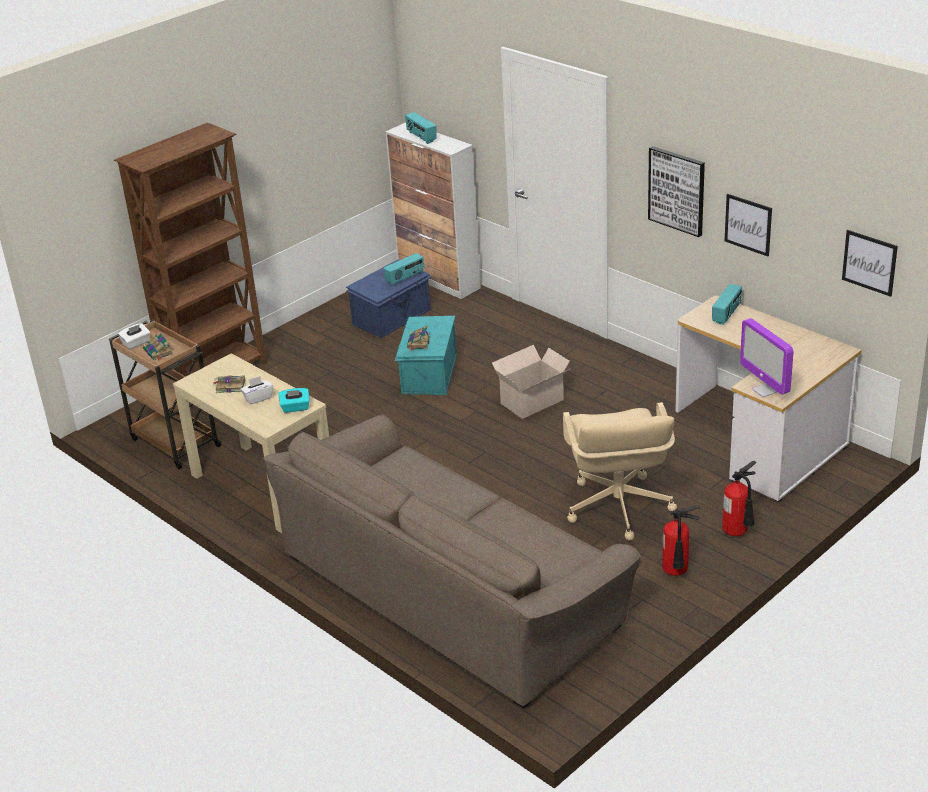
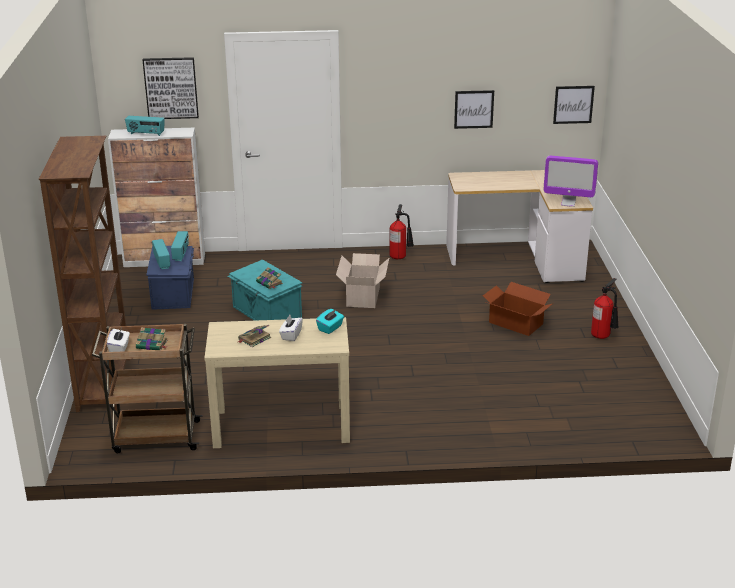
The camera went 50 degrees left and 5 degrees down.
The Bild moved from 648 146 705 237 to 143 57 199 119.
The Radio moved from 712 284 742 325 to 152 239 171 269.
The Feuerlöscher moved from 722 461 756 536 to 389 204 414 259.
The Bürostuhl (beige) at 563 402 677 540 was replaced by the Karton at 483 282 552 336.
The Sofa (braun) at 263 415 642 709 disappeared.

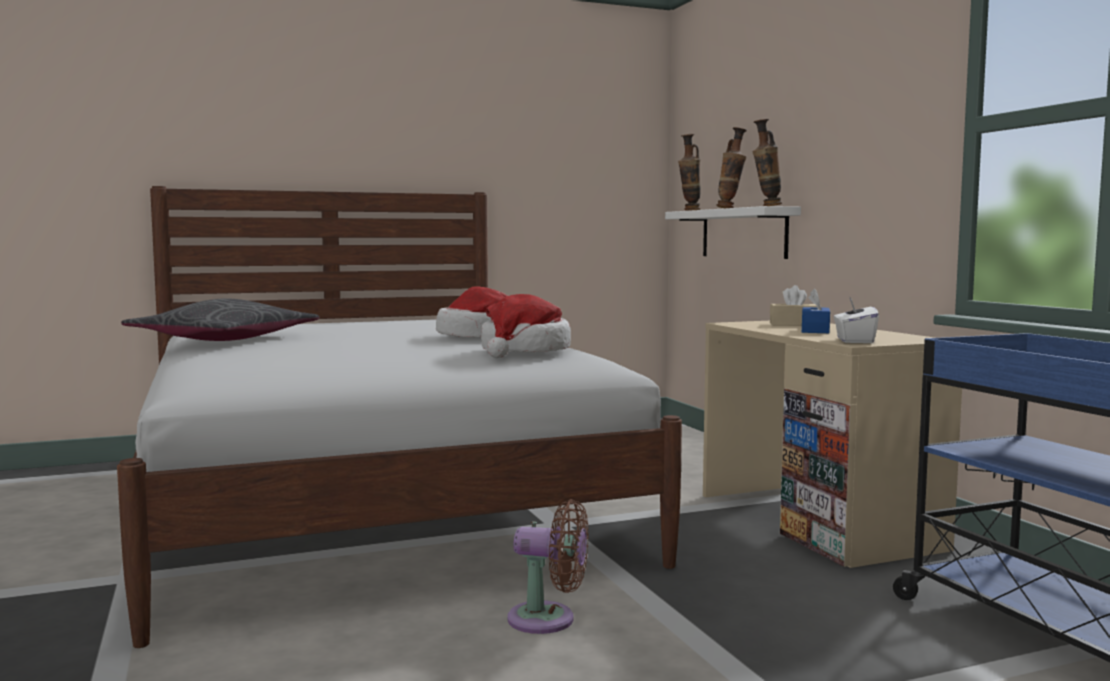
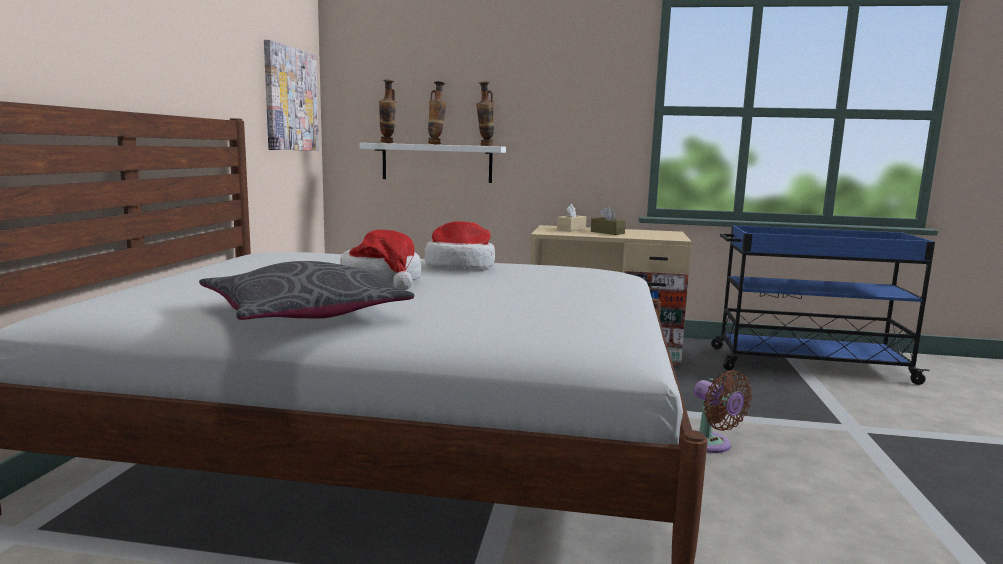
The camera went 60 degrees left and 5 degrees up.
The Bild at 264 40 319 150 appeared.
The Hut moved from 481 294 571 358 to 340 230 421 290.
The Taschentuchbox (blau) at 802 288 830 333 became the Taschentuchbox (braun) at 591 206 626 235.
The Ventilator (braun) at 507 499 589 634 turned 105 degrees clockwise.
The Taschentuchbox (weiß) at 834 298 879 343 disappeared.

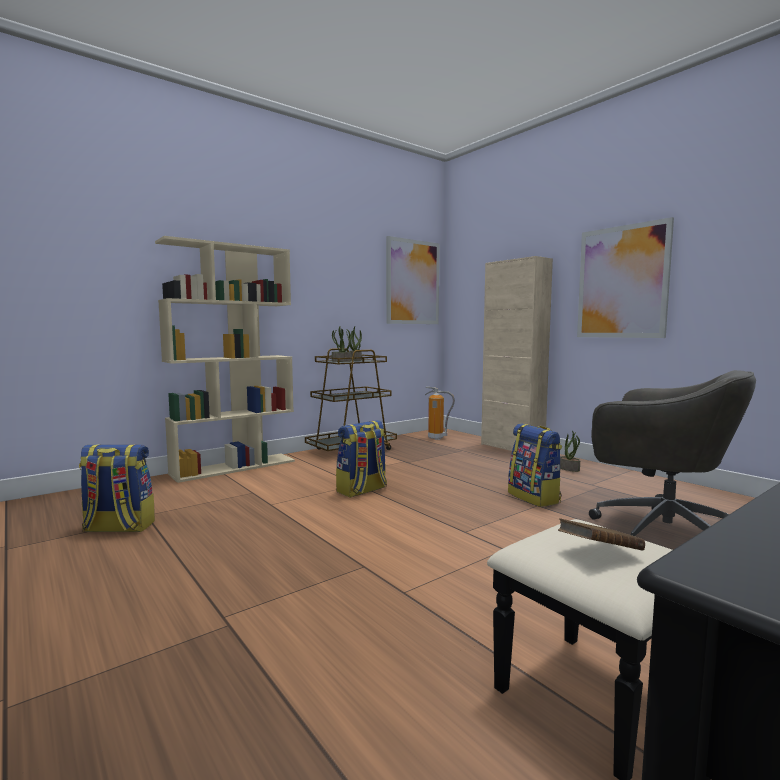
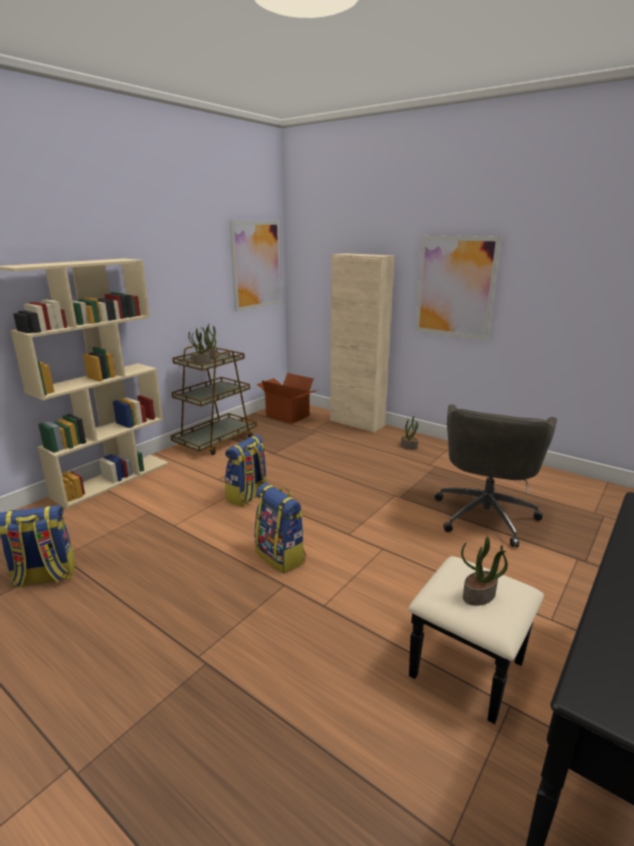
The camera went 15 degrees left and 15 degrees up.
The Rucksack moved from 508 423 562 507 to 254 483 306 574.
The Feuerlöscher at 425 387 455 440 was replaced by the Karton at 257 373 317 424.
The Bürostuhl (grau) at 589 370 756 536 turned 90 degrees clockwise.
The Buch (braun) at 558 518 645 550 was replaced by the Topfpflanze at 461 537 508 606.

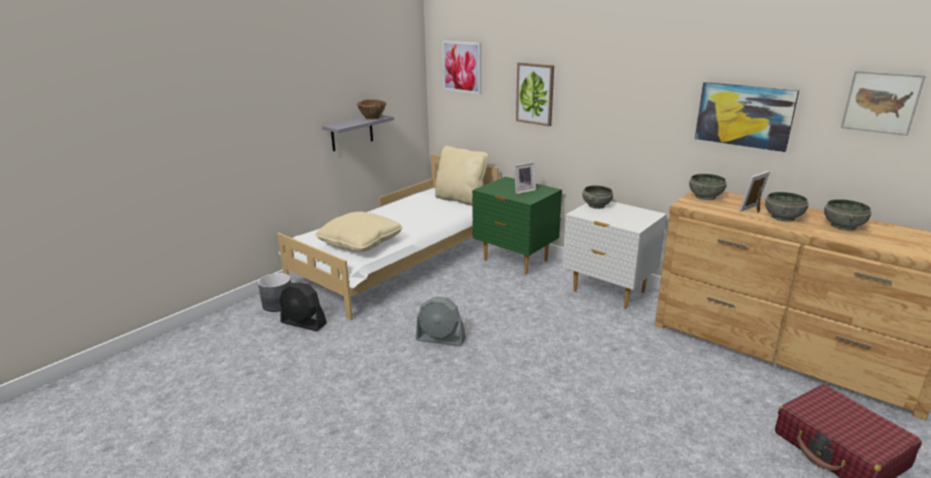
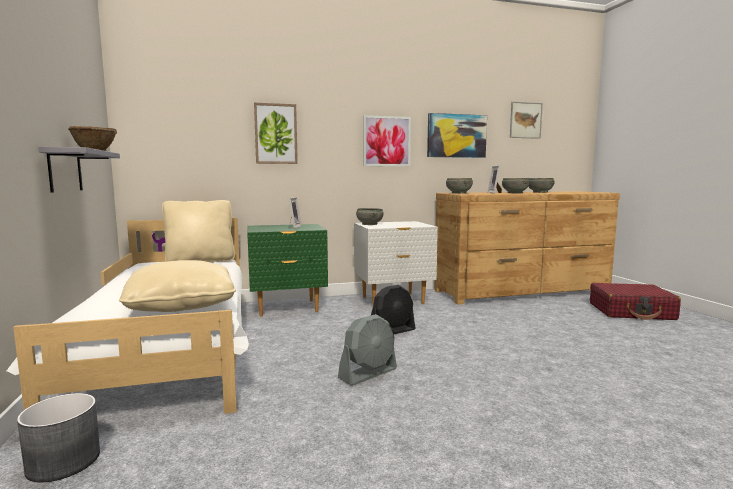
The camera went 55 degrees left and 15 degrees down.
The Bild moved from 442 41 481 94 to 363 115 411 166.
The Ventilator (schwarz) moved from 279 283 327 331 to 371 285 415 334.

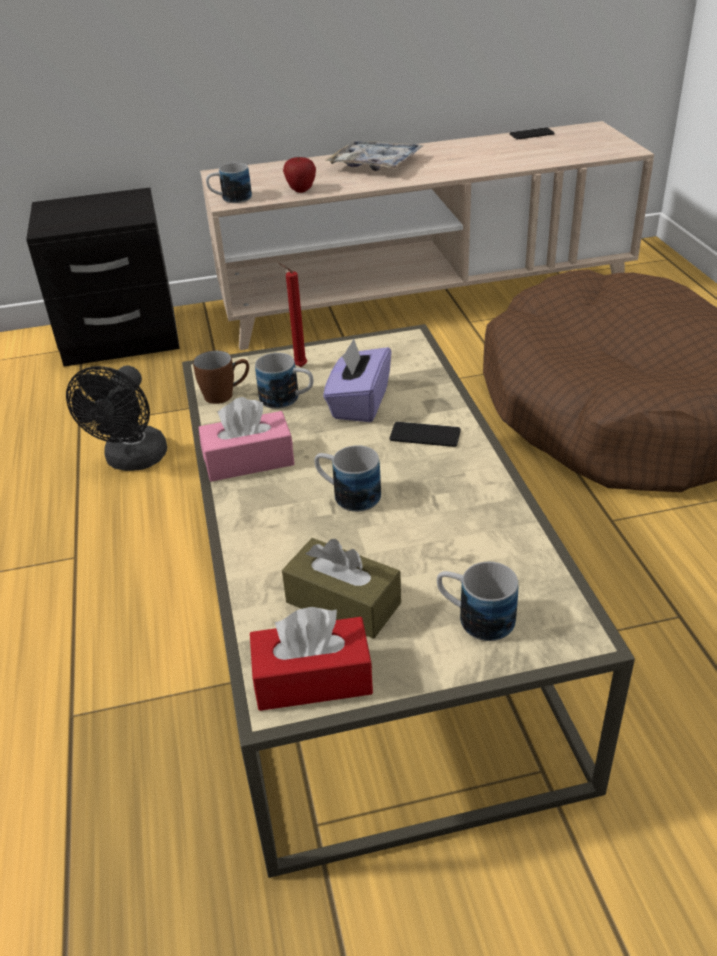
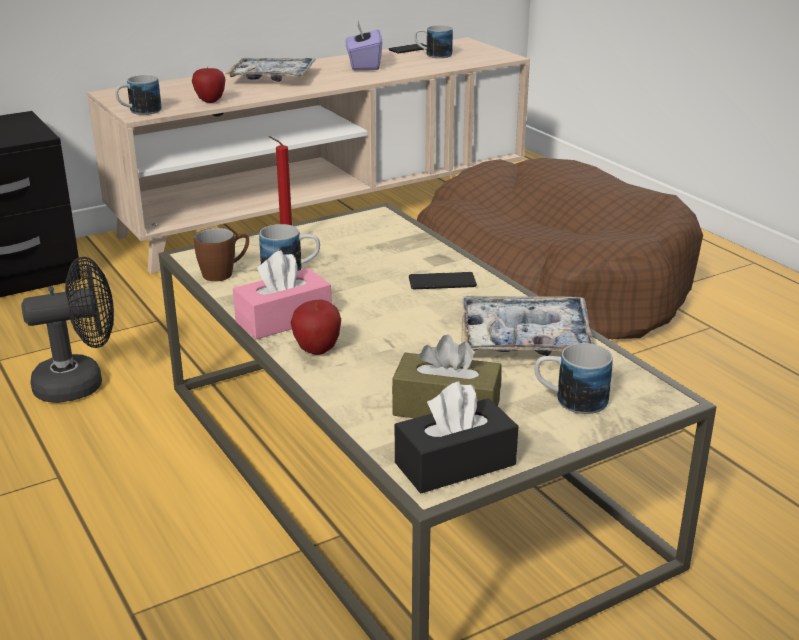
The camera went 20 degrees left and 10 degrees down.
The Ventilator (schwarz) at 66 366 167 471 turned 105 degrees counterclockwise.
The Apfel at 290 299 341 355 appeared.
The Taschentuchbox (lila) moved from 323 338 391 422 to 346 21 382 70.
The Taschentuchbox (rot) at 250 607 373 711 became the Taschentuchbox (schwarz) at 395 381 518 493.
The Henkelbecher moved from 315 445 381 512 to 414 25 453 58.
The Tablett at 461 296 594 356 appeared.

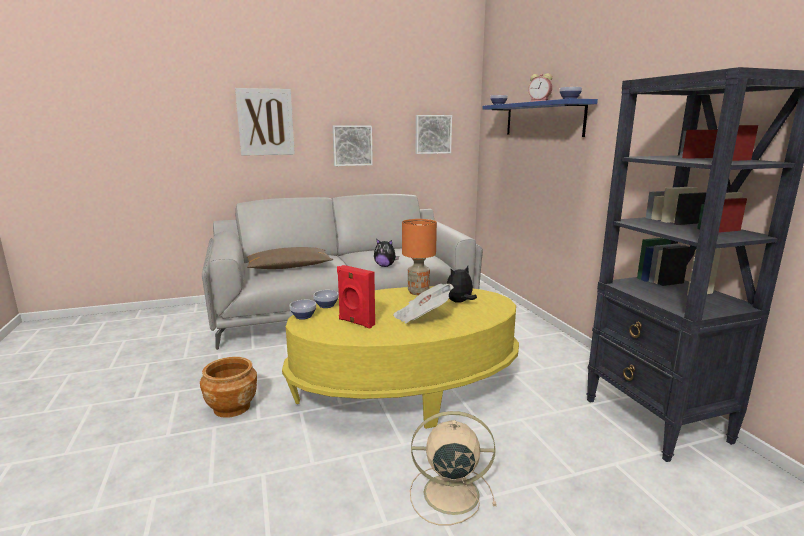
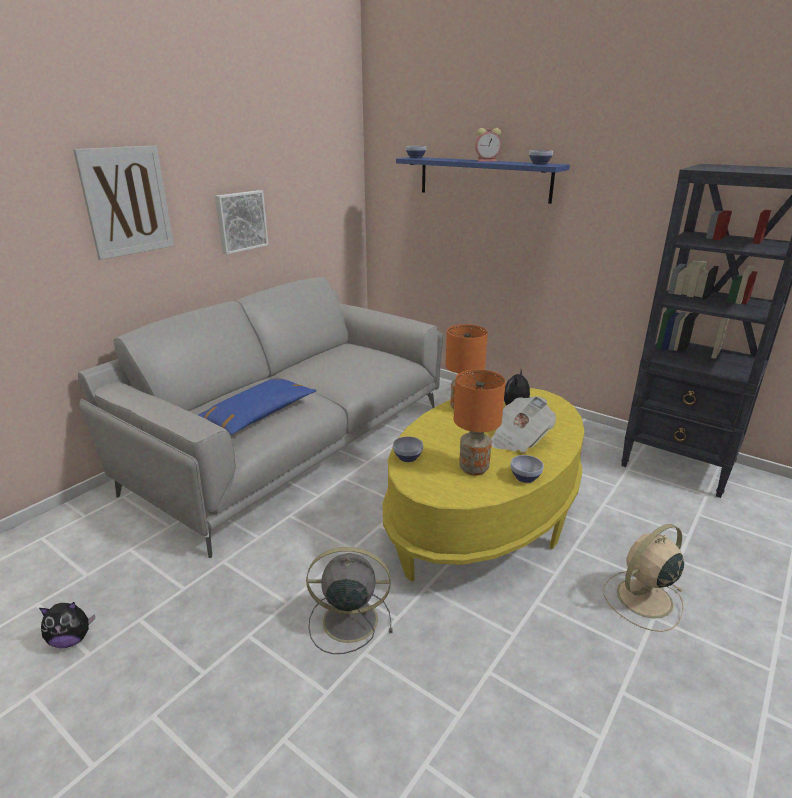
The camera went 35 degrees left and 10 degrees up.
The Plüschtier moved from 374 238 399 267 to 39 602 95 648.
The Kissen (braun) at 247 247 333 269 became the Kissen (blau) at 198 377 316 435.
The Pflanzkübel (braun) at 200 357 257 418 was replaced by the Ventilator (grau) at 306 547 393 654.
The Lautsprecher (rot) at 337 265 375 329 was replaced by the Tischlampe (orange) at 454 369 506 476.
The Schüssel moved from 290 300 316 320 to 510 455 544 483.
The Bild at 415 115 452 154 disappeared.

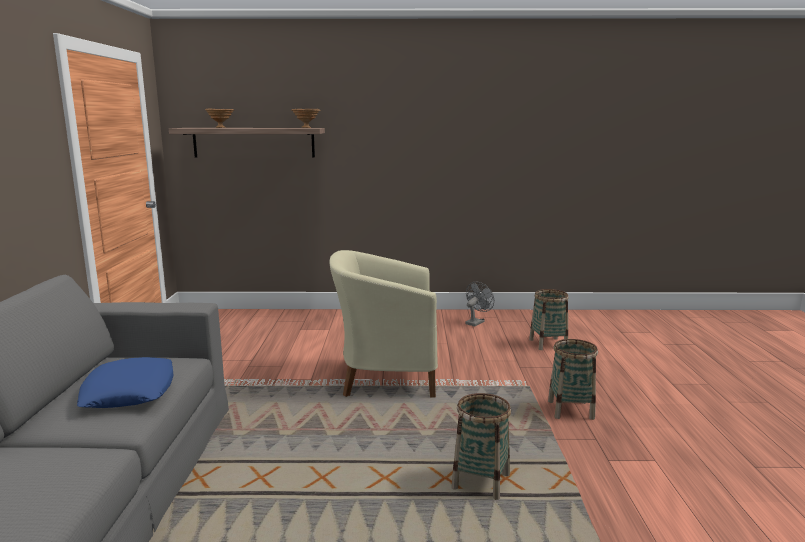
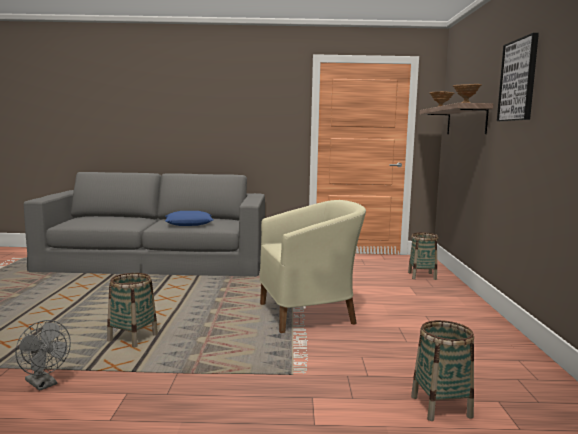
The camera went 90 degrees right and 5 degrees down.
The Ventilator (grau) moved from 465 282 494 326 to 15 320 71 391.
The Sessel (beige) at 330 250 438 397 turned 75 degrees clockwise.
The Korb moved from 548 339 598 420 to 408 232 438 280.
The Bild at 497 33 539 121 appeared.

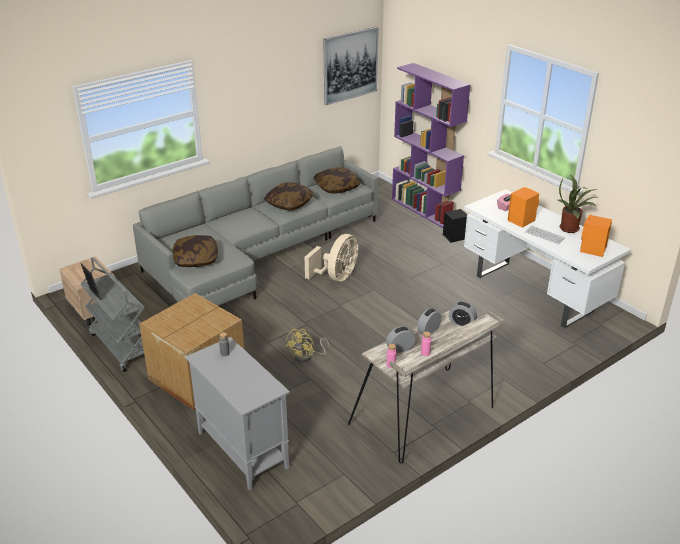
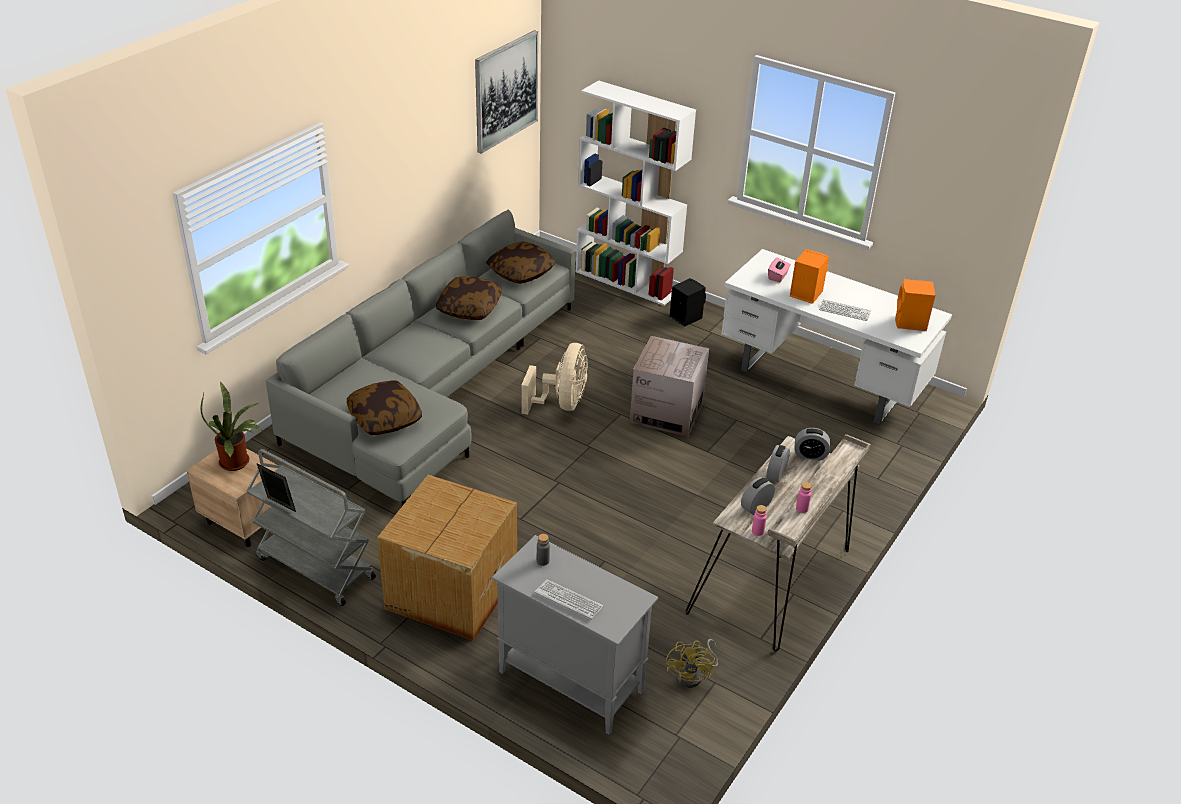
The camera went 20 degrees left and 5 degrees up.
The Topfpflanze moved from 558 174 597 233 to 200 382 261 471.
The Tastatur at 535 579 604 620 appeared.
The Bücherregal (lila) at 392 63 471 228 became the Bücherregal (weiß) at 576 80 696 306.
The Karton at 630 336 709 437 appeared.
The Ventilator (gelb) moved from 286 329 329 362 to 666 639 718 688.

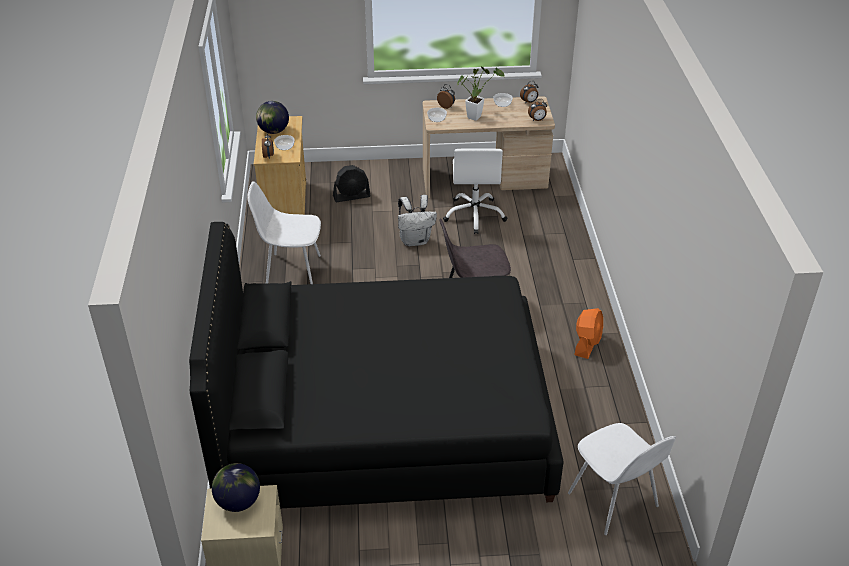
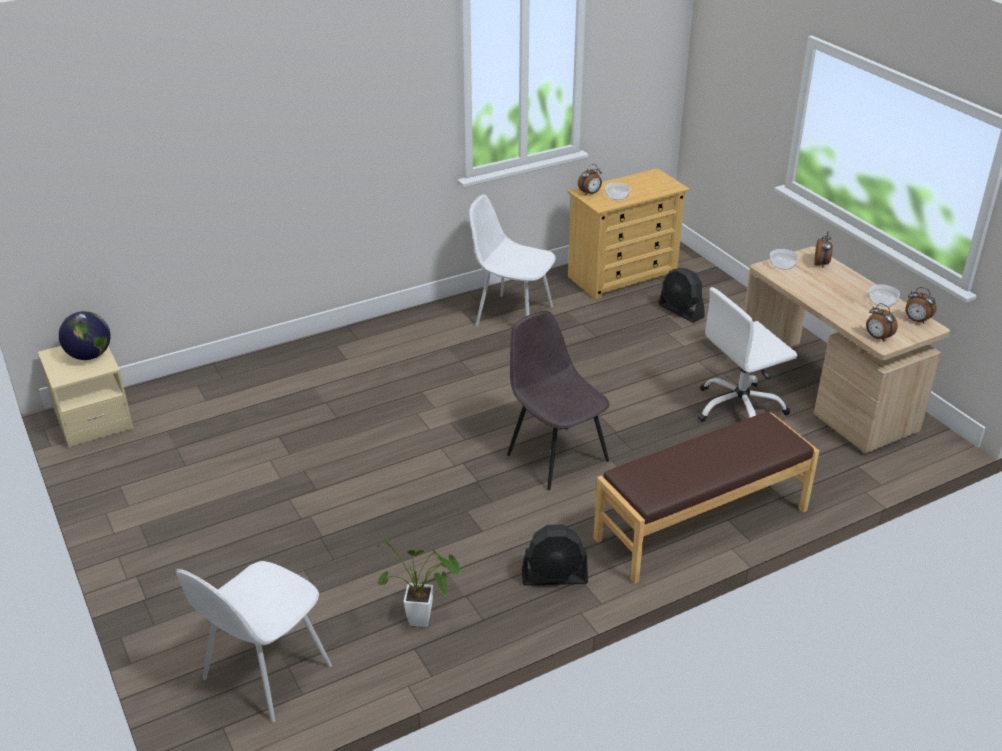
The camera went 65 degrees right and 5 degrees down.
The Topfpflanze moved from 457 67 504 121 to 377 539 461 627.
The Stuhl (weiß) at 247 181 321 284 turned 45 degrees counterclockwise.
The Ventilator (orange) at 575 308 603 359 became the Ventilator (schwarz) at 521 524 588 586.
The Bank (braun) at 593 412 819 584 appeared.
The Bett (schwarz) at 189 222 564 508 disappeared.
The Globus at 256 101 289 134 disappeared.
The Rucksack (weiß) at 398 195 437 246 disappeared.

